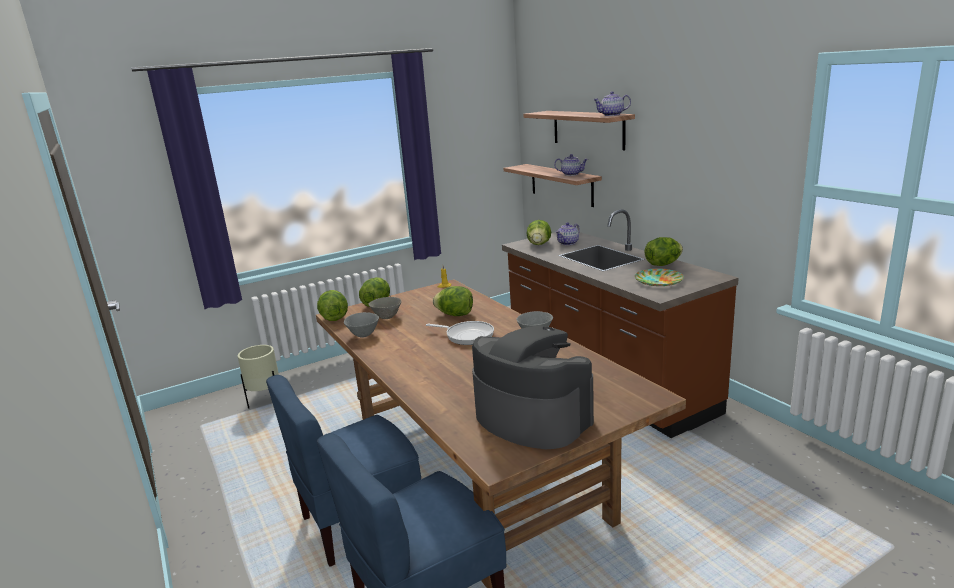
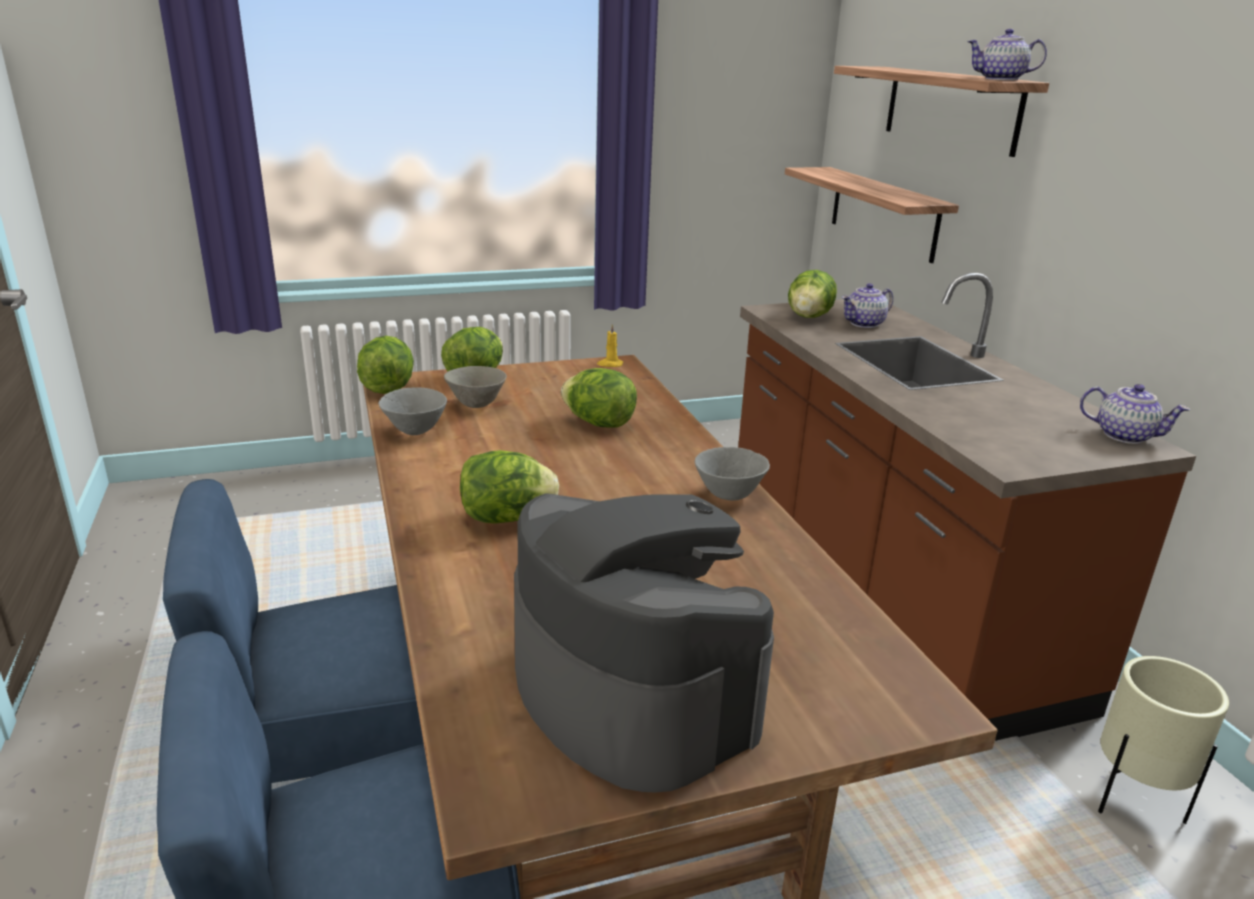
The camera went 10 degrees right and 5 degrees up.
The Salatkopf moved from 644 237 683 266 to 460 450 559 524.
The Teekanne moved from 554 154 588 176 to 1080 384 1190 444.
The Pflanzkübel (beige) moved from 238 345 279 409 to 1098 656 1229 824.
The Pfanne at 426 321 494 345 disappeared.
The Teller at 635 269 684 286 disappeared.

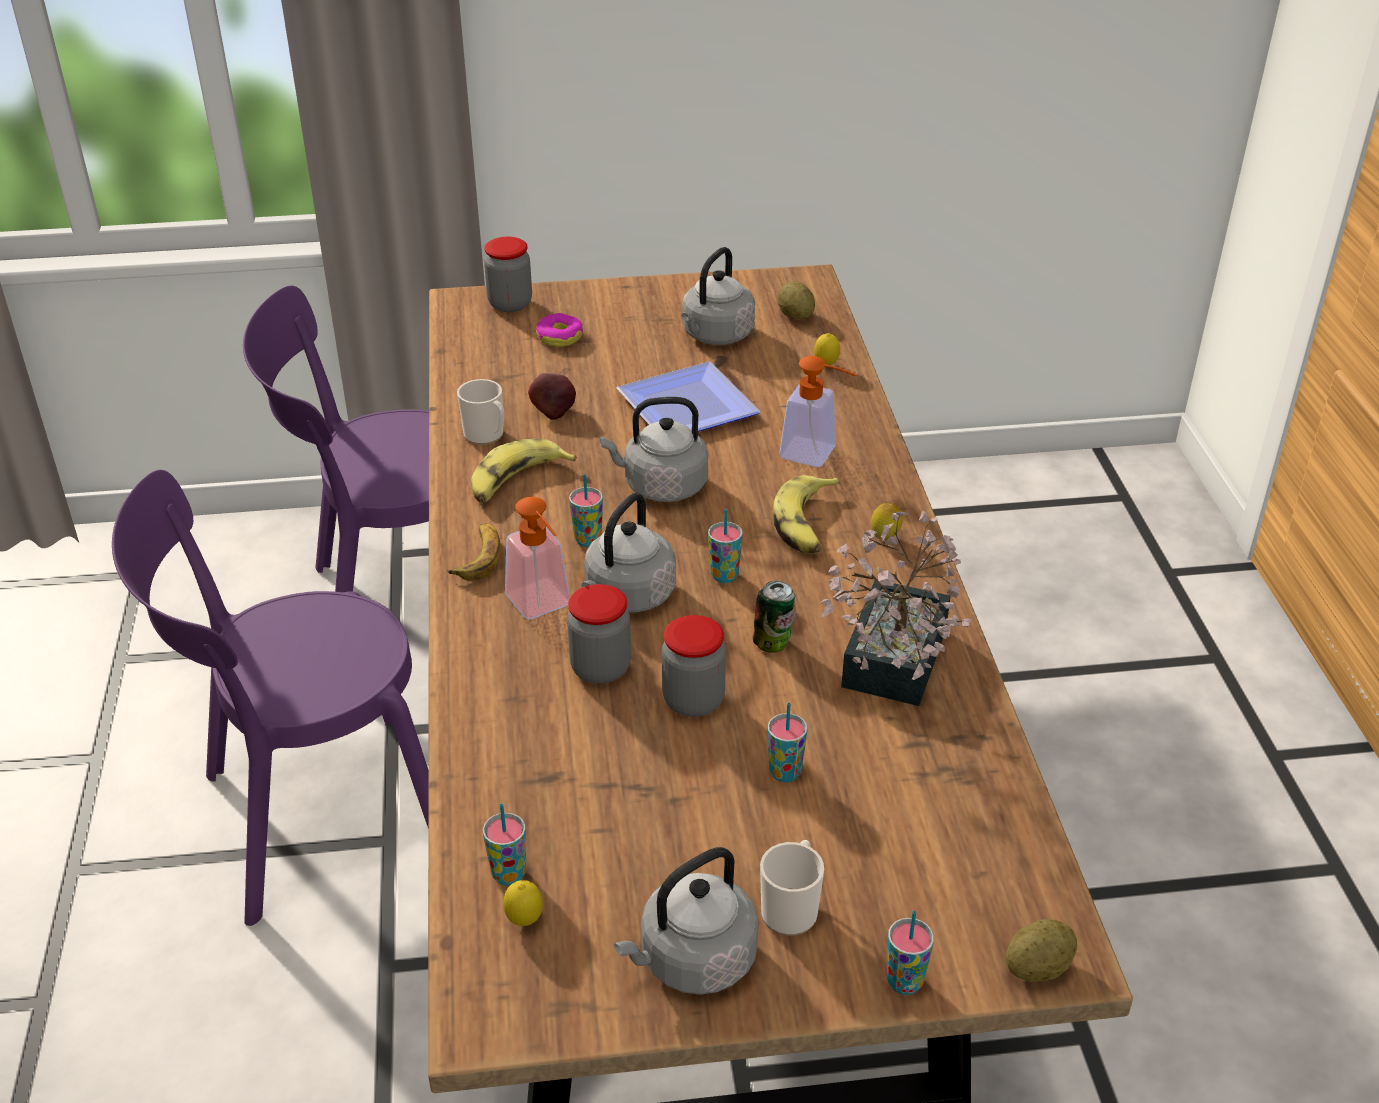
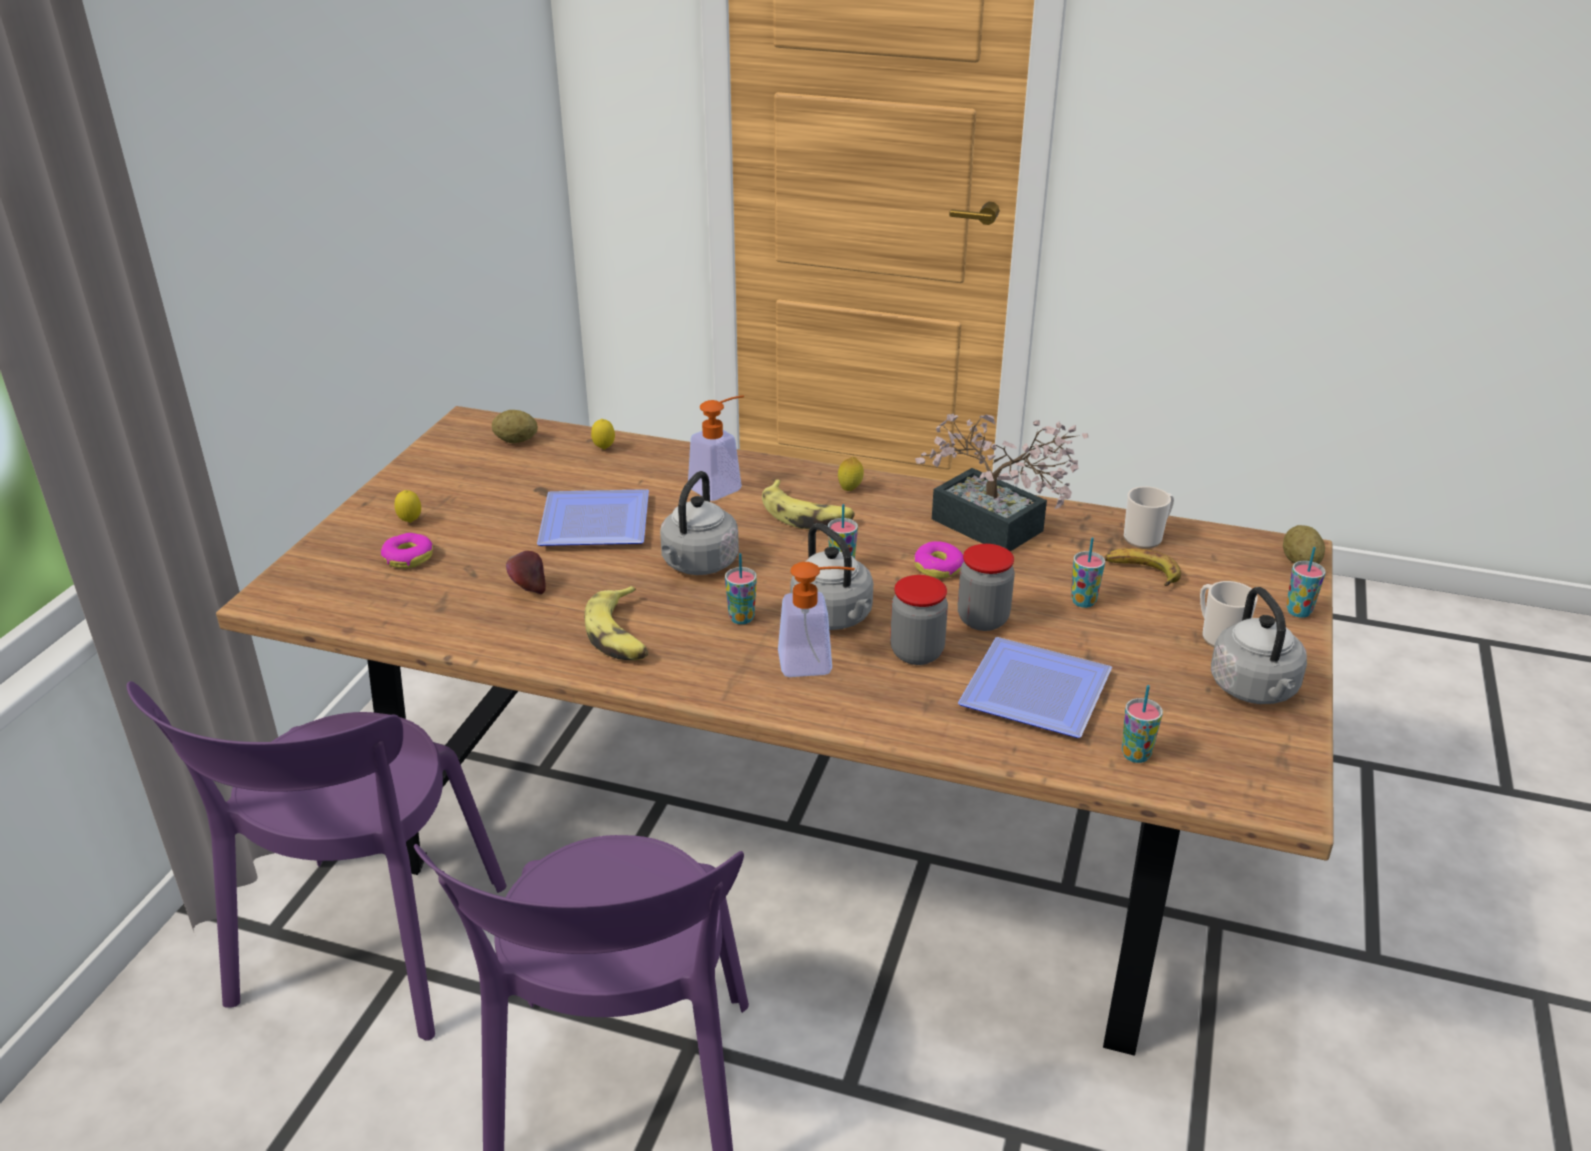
The camera went 65 degrees left and 5 degrees down.
The Zitrone moved from 503 880 543 926 to 394 490 421 523.
The Dose at 753 581 795 652 was replaced by the Donut at 914 541 964 578.
The Teller at 958 637 1112 738 appeared.
The Banane moved from 447 524 501 581 to 1104 548 1181 586.
The Henkelbecher moved from 457 379 505 445 to 1124 486 1174 548.
The Vorratsglas at 484 237 532 312 disappeared.
The Wasserkessel (grau) at 681 247 755 345 disappeared.

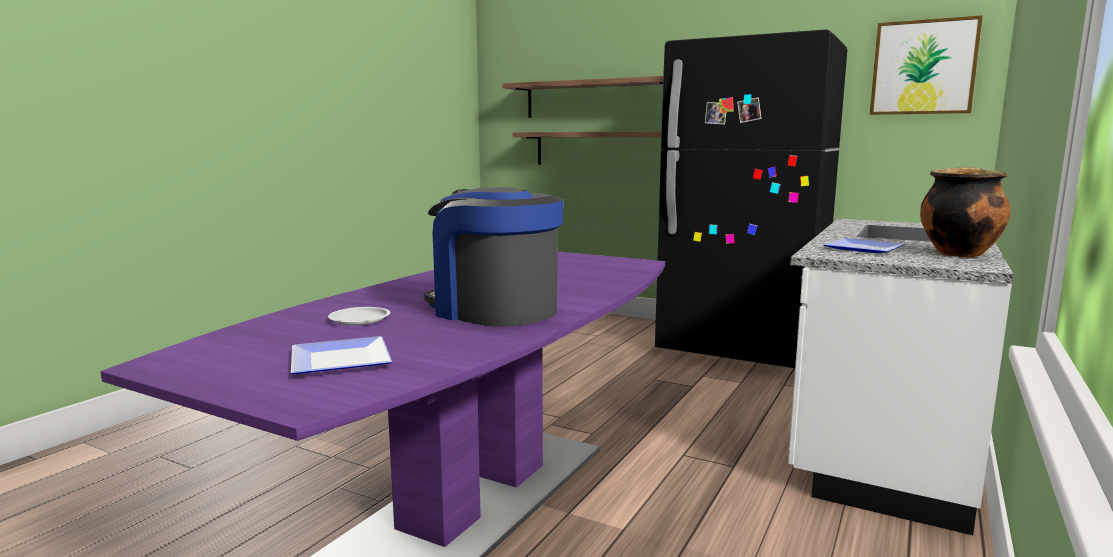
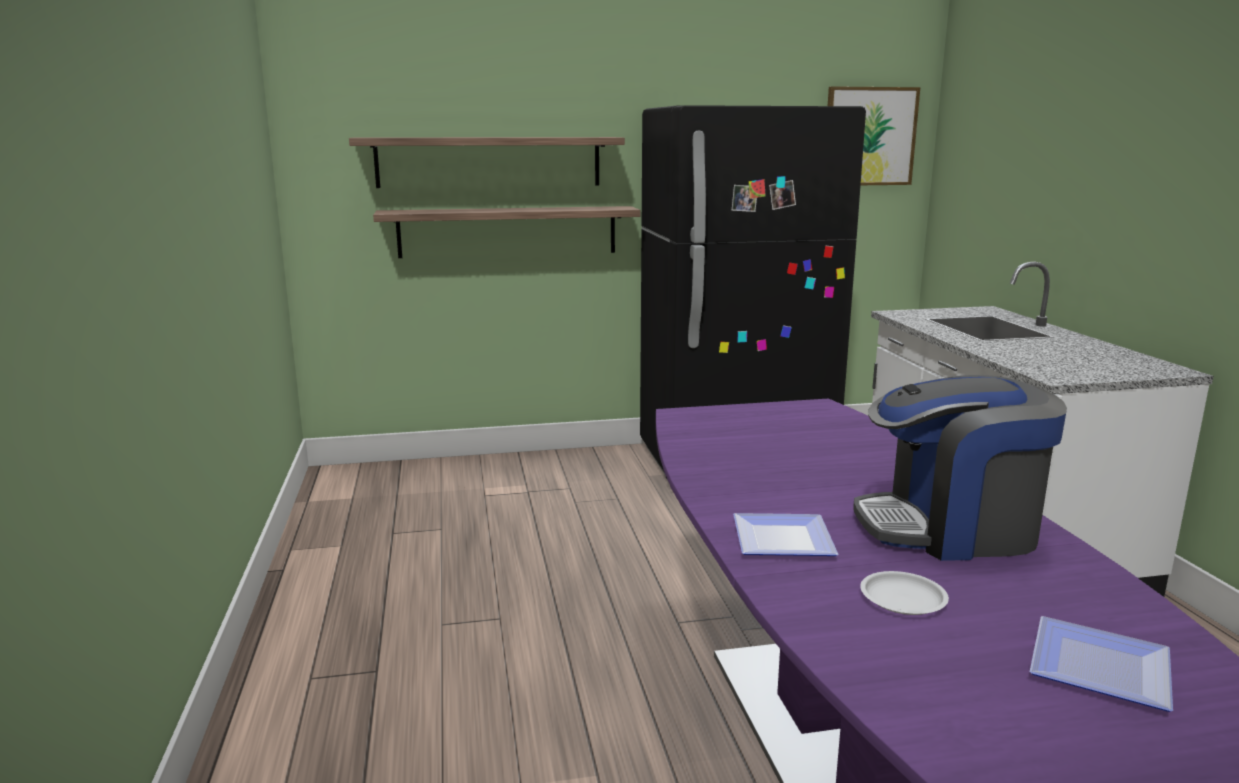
The camera went 40 degrees left and 5 degrees up.
The Teller moved from 823 238 905 253 to 733 513 839 556.
The Kochtopf at 920 167 1010 257 disappeared.

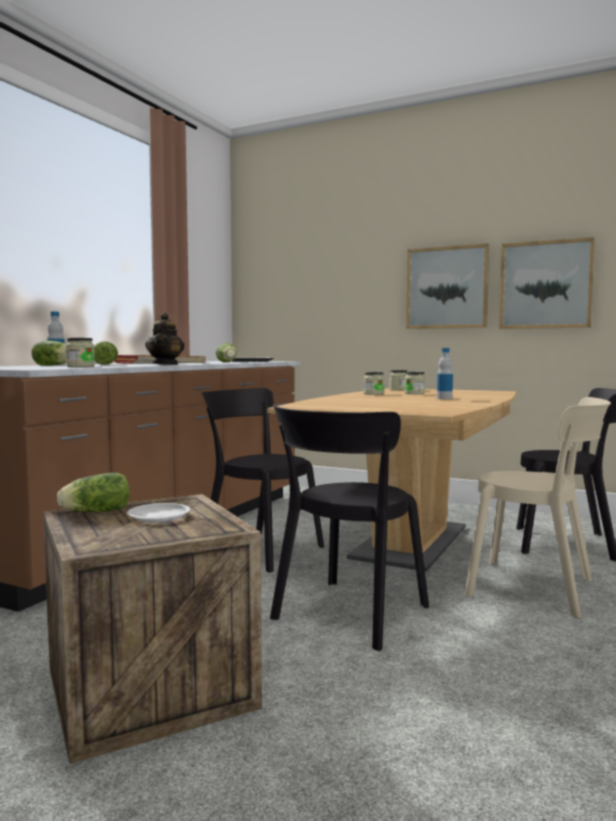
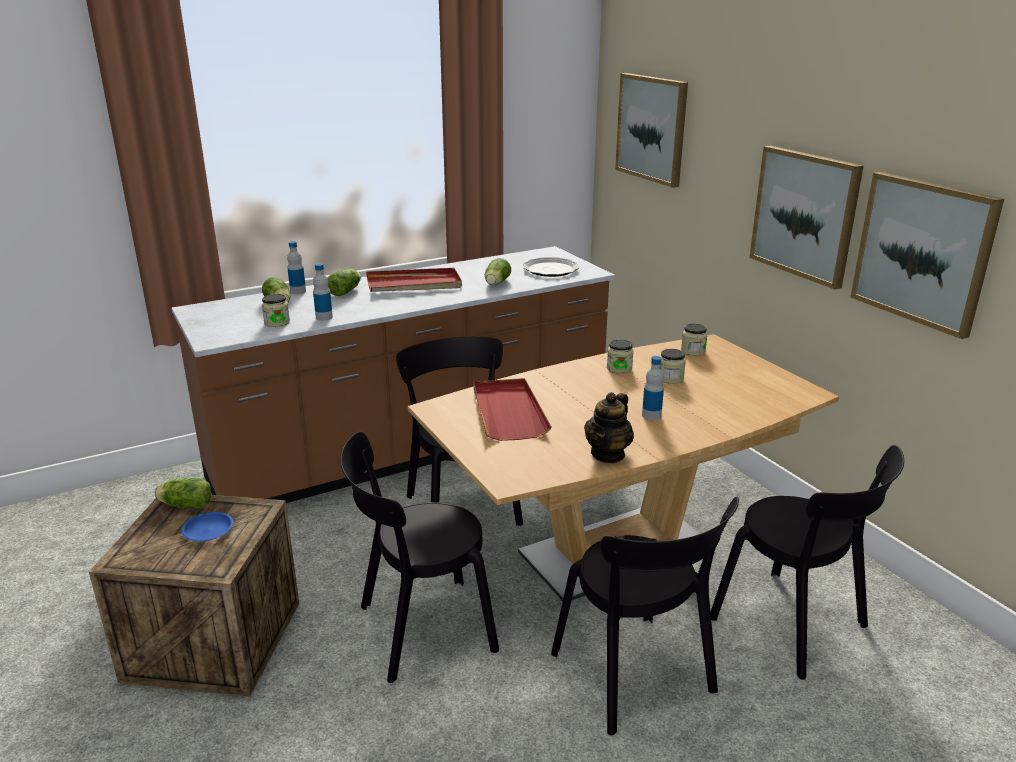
The camera went 35 degrees right and 20 degrees up.
The Teller (weiß) at 127 503 190 522 became the Teller (blau) at 181 512 233 541.
The Flasche at 313 263 333 321 appeared.
The Tablett (rot) at 474 378 552 441 appeared.
The Stuhl (beige) at 465 397 611 618 became the Stuhl (schwarz) at 551 497 739 736.
The Teekanne moved from 145 313 185 365 to 584 392 634 463.
The Bild at 615 73 688 188 appeared.

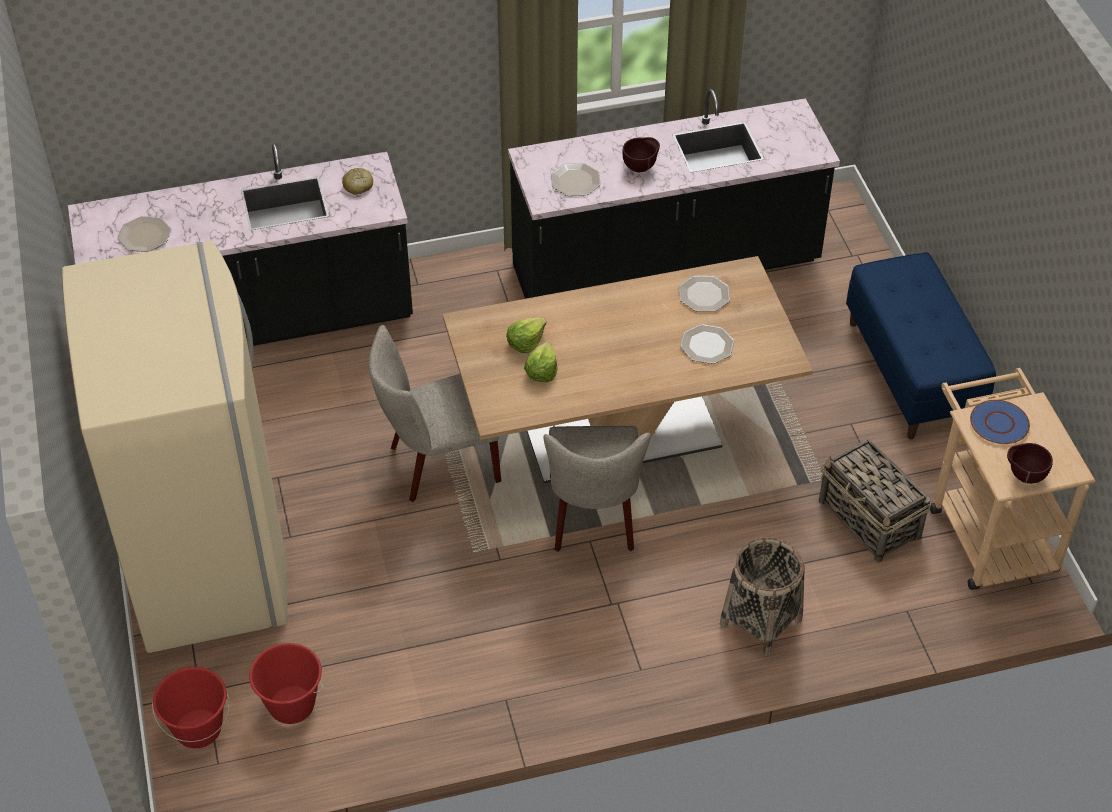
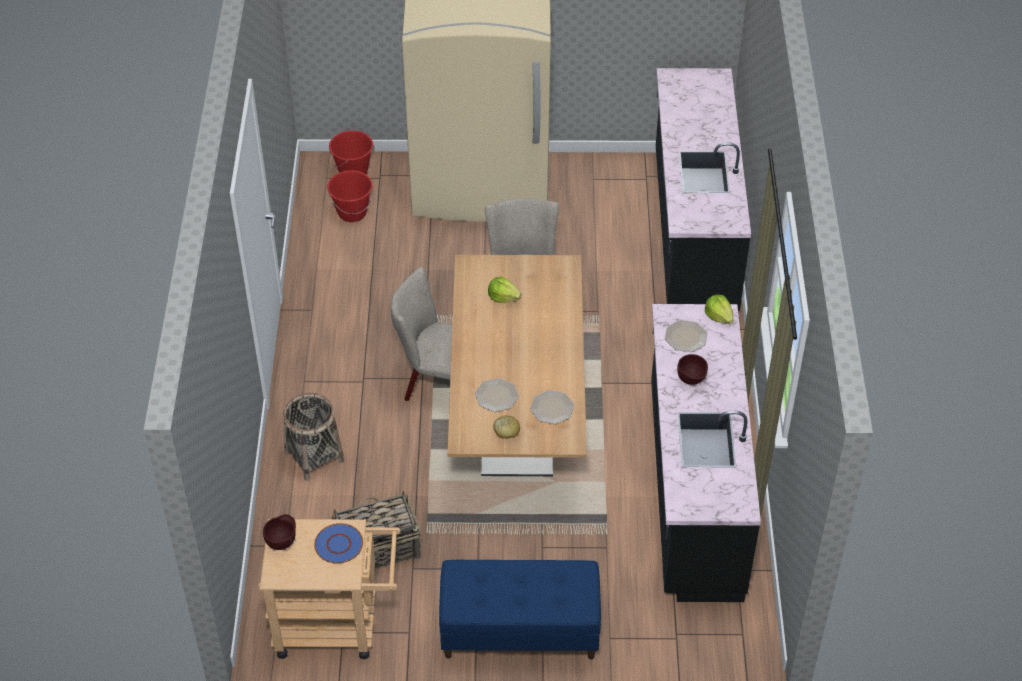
The camera went 105 degrees right and 0 degrees up.
The Brot moved from 342 168 373 195 to 493 415 520 439.
The Salatkopf moved from 506 318 546 353 to 705 295 734 324.
The Teller at 118 216 171 252 disappeared.

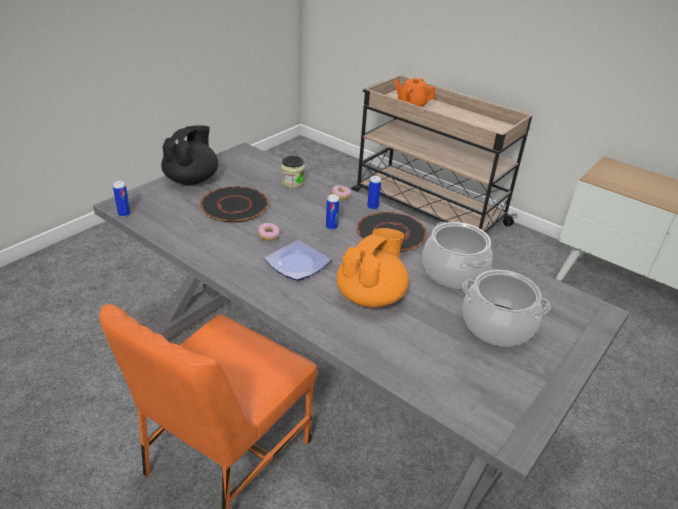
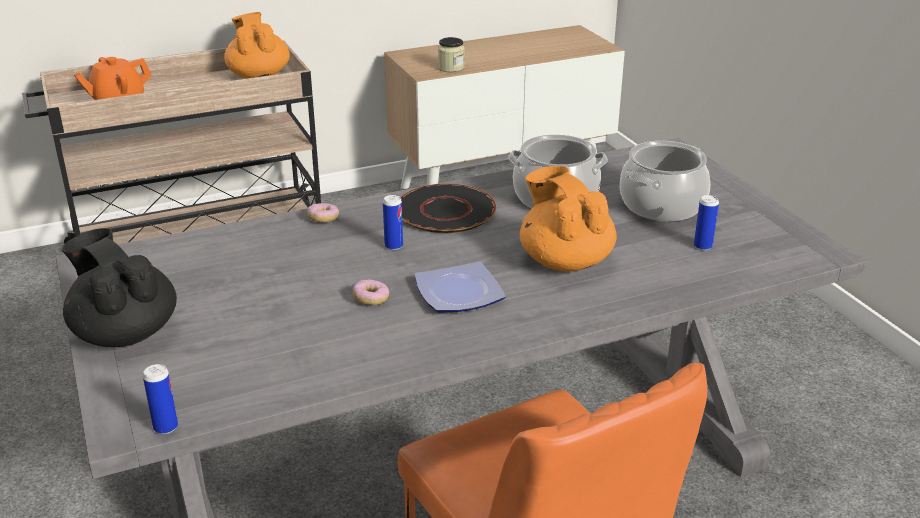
The camera went 60 degrees left and 5 degrees down.
The Teekanne (orange) at 224 12 290 79 appeared.
The Vorratsglas moved from 281 156 305 188 to 438 37 465 72.
The Dose moved from 367 176 381 210 to 694 195 719 251.
The Teller (schwarz) at 200 186 269 222 disappeared.

